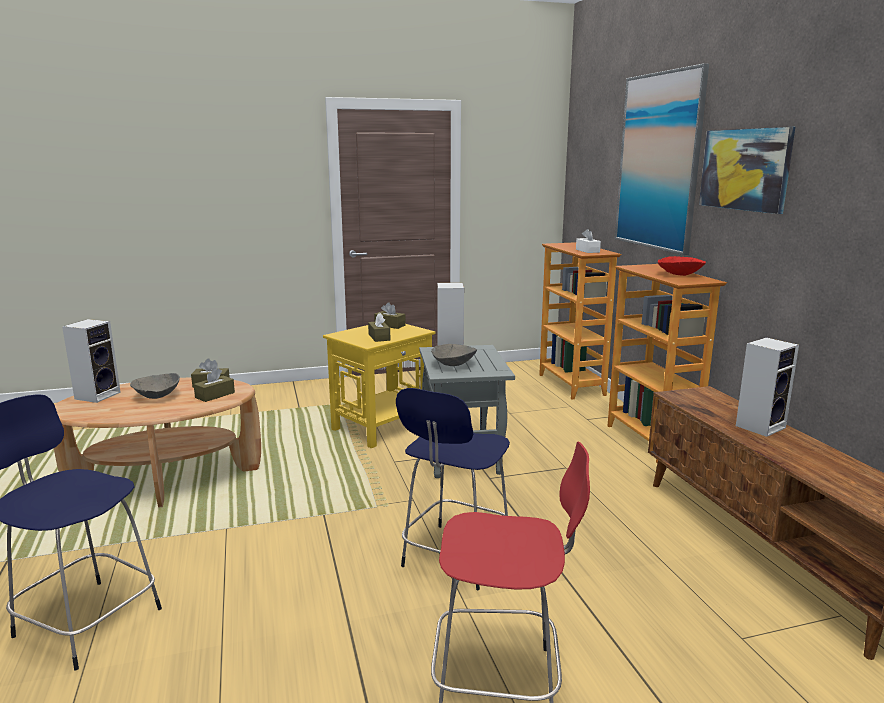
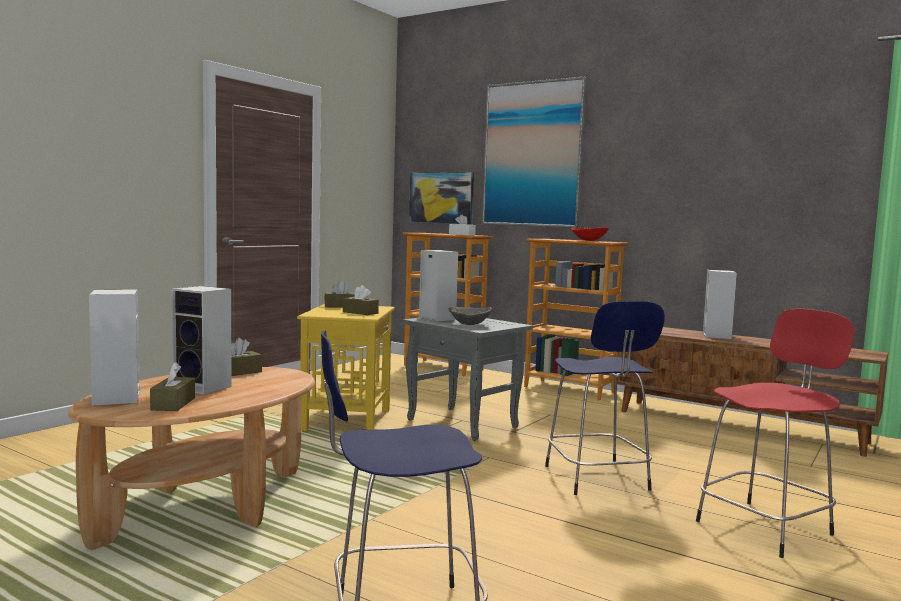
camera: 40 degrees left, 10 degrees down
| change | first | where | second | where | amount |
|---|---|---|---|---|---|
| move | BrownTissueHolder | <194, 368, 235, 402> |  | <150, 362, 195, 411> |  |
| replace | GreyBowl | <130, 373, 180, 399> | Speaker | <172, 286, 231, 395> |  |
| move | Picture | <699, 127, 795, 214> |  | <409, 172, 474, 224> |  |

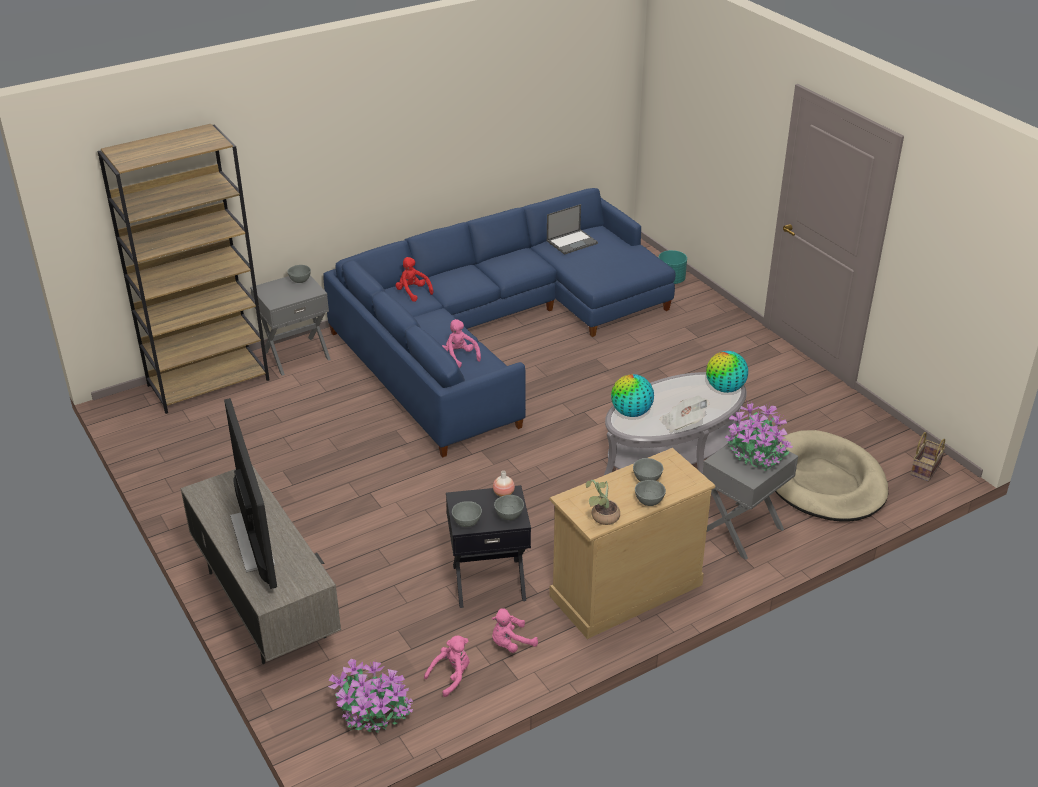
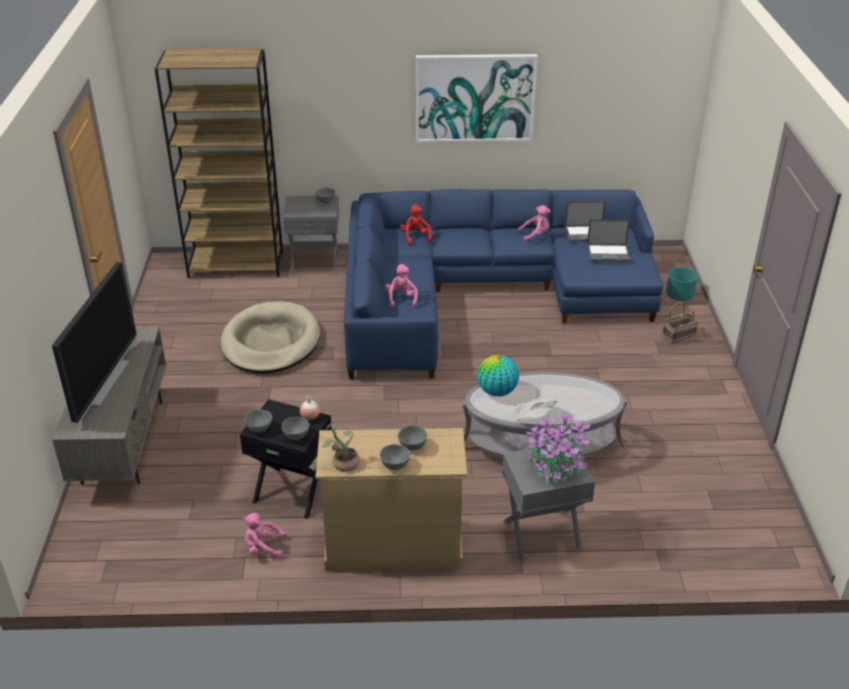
camera: 30 degrees right, 0 degrees up
| change | first | where | second | where | amount |
|---|---|---|---|---|---|
| move | BeigeColouredDogBed | <775, 430, 888, 522> |  | <221, 302, 320, 373> |  |
| insert |  |  | Picture | <416, 54, 538, 143> |  |
| move | PinkishCuddlyToy | <424, 636, 469, 697> |  | <518, 205, 551, 242> |  |
| insert |  |  | NotebookComputer | <587, 219, 631, 262> |  |
| move | Basket | <910, 432, 946, 482> |  | <662, 302, 699, 343> |  |
| delete | PlantInAPot | <328, 659, 413, 733> |  |  |  |
| delete | DeskGlobe | <706, 351, 748, 393> |  |  |  |

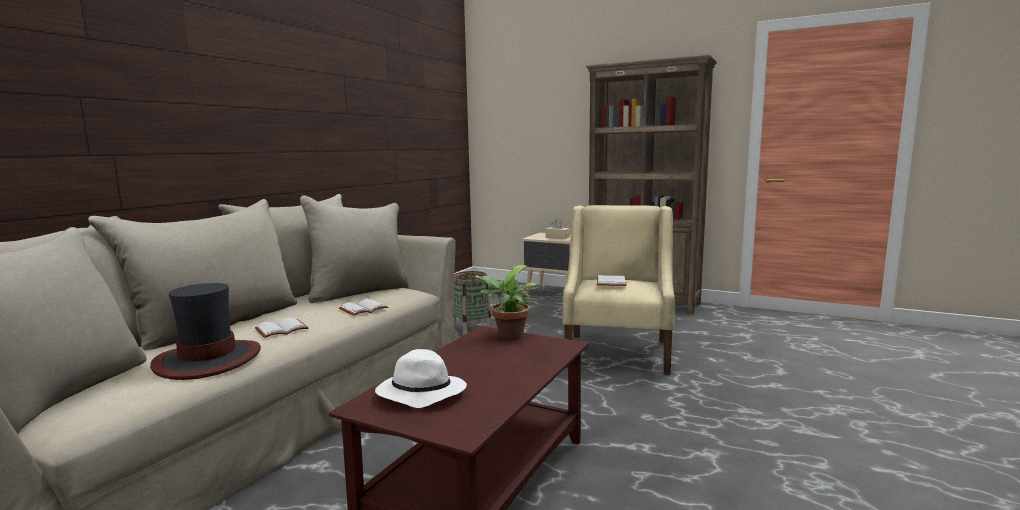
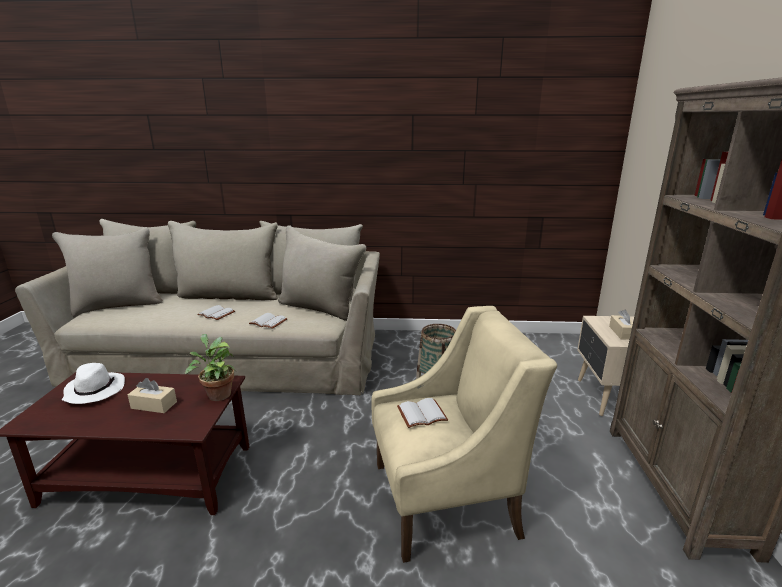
camera: 65 degrees right, 10 degrees up
| change | first | where | second | where | amount |
|---|---|---|---|---|---|
| insert |  |  | BeigeColouredTissueHolder | <128, 378, 177, 413> |  |
| delete | Hat | <150, 283, 261, 380> |  |  |  |

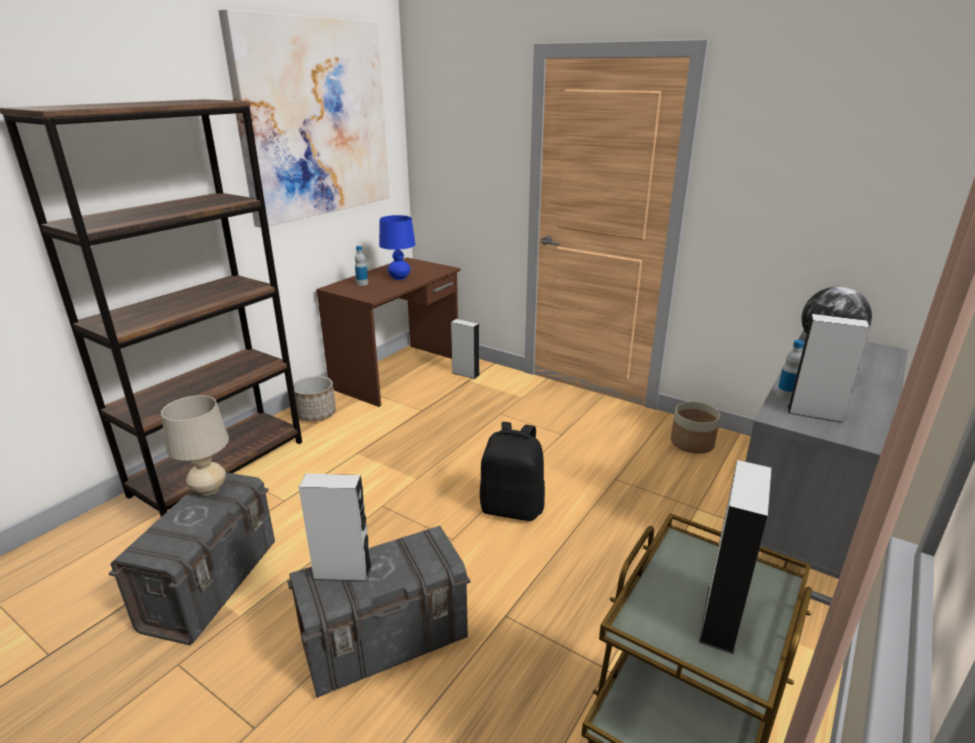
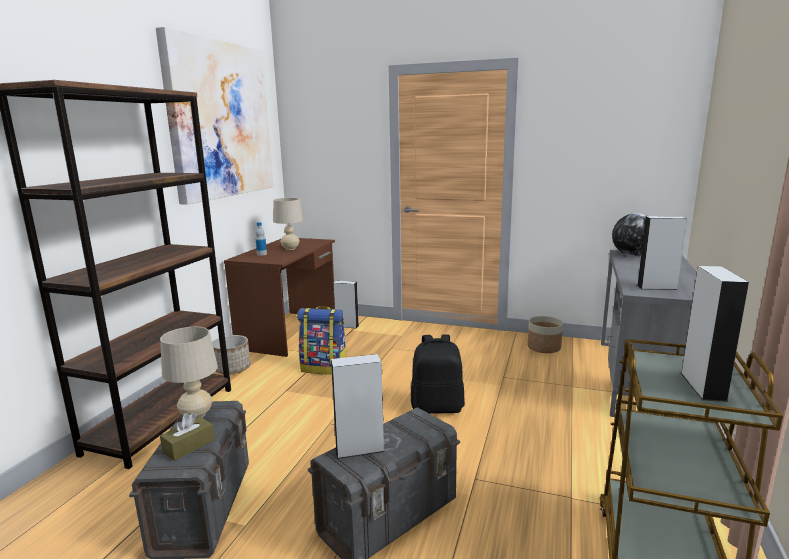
camera: 15 degrees left, 10 degrees down
| change | first | where | second | where | amount |
|---|---|---|---|---|---|
| insert |  |  | BrownTissueHolder | <160, 413, 215, 461> |  |
| recolor | BluishTableLamp | <379, 215, 415, 280> | BeigeColouredTableLamp | <273, 198, 303, 250> |  |
| insert |  |  | Backpack | <297, 306, 346, 375> |  |
| delete | BeverageBottle | <776, 340, 804, 400> |  |  |  |

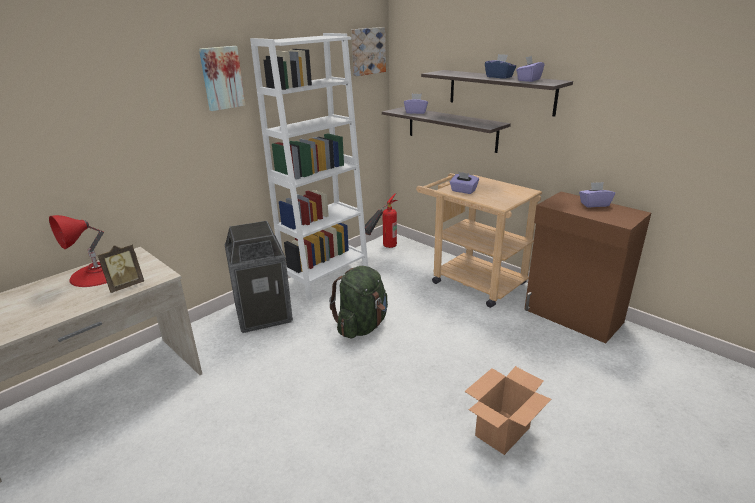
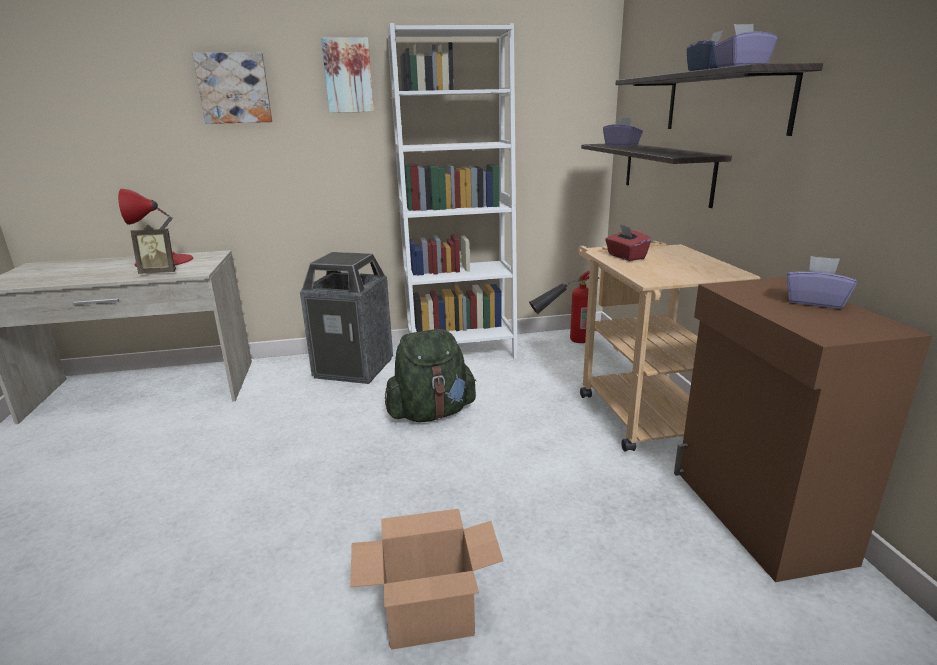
camera: 35 degrees right, 5 degrees down
| change | first | where | second | where | amount |
|---|---|---|---|---|---|
| move | Picture | <352, 27, 386, 76> |  | <192, 52, 272, 124> |  |
| recolor | PurpleTissueHolder | <450, 172, 479, 194> | RedColouredTissueHolder | <605, 224, 651, 261> |  |

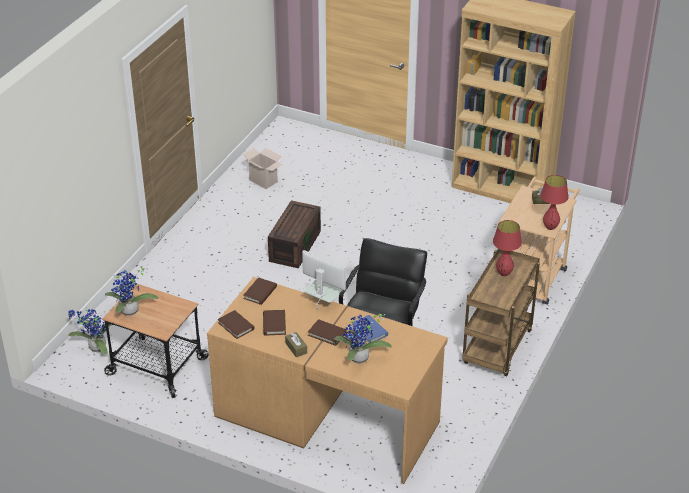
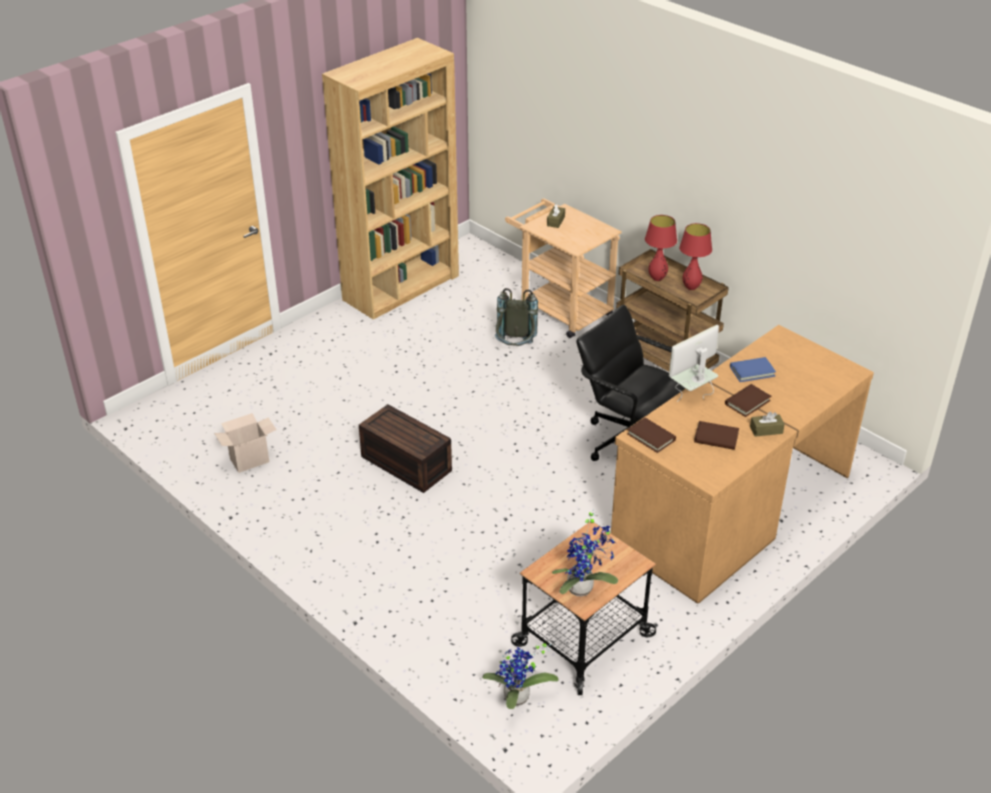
camera: 70 degrees left, 0 degrees up
| change | first | where | second | where | amount |
|---|---|---|---|---|---|
| insert |  |  | GreyBackpack | <495, 288, 538, 346> |  |
| move | RedColouredTableLamp | <540, 175, 568, 230> |  | <679, 223, 712, 290> |  |
| delete | BrownVolume | <218, 310, 255, 339> |  |  |  |
| delete | PlantInAPot | <334, 314, 392, 364> |  |  |  |

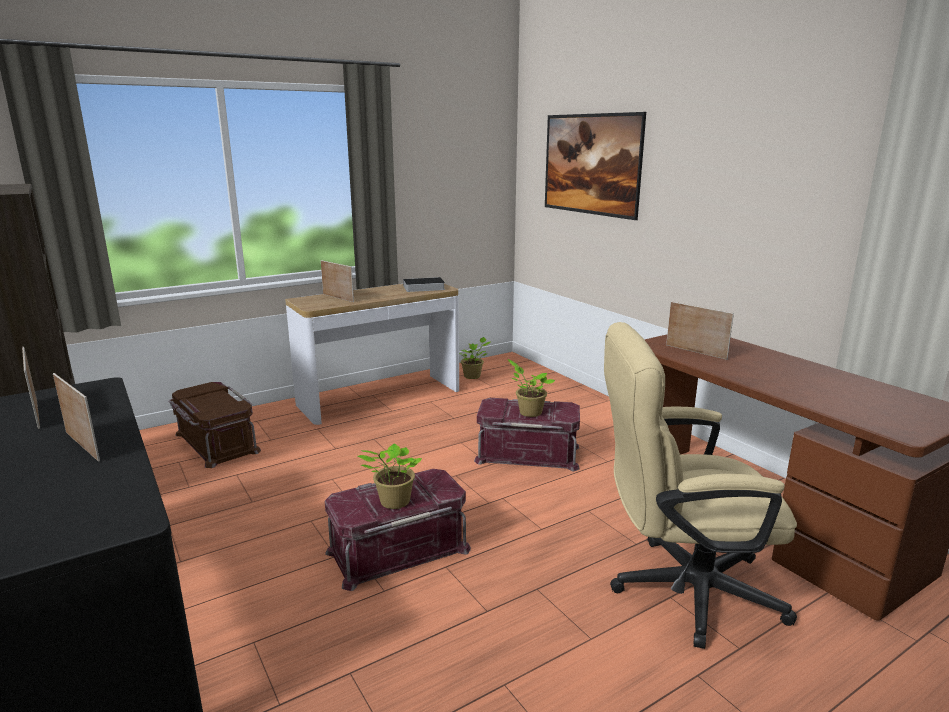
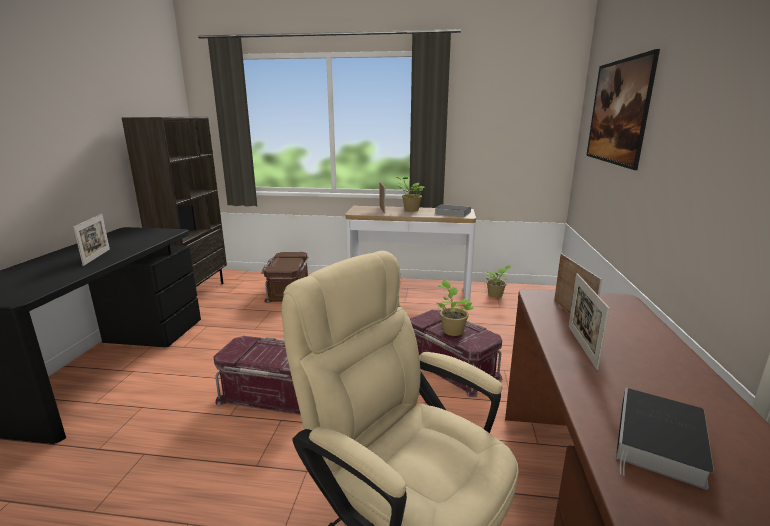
camera: 40 degrees right, 0 degrees up
| change | first | where | second | where | amount |
|---|---|---|---|---|---|
| move | PlantInAPot | <358, 444, 422, 509> |  | <395, 176, 424, 211> |  |
| move | StandingFrame | <22, 347, 40, 429> |  | <568, 273, 610, 370> |  |
| insert |  |  | Volume | <616, 388, 714, 490> |  |

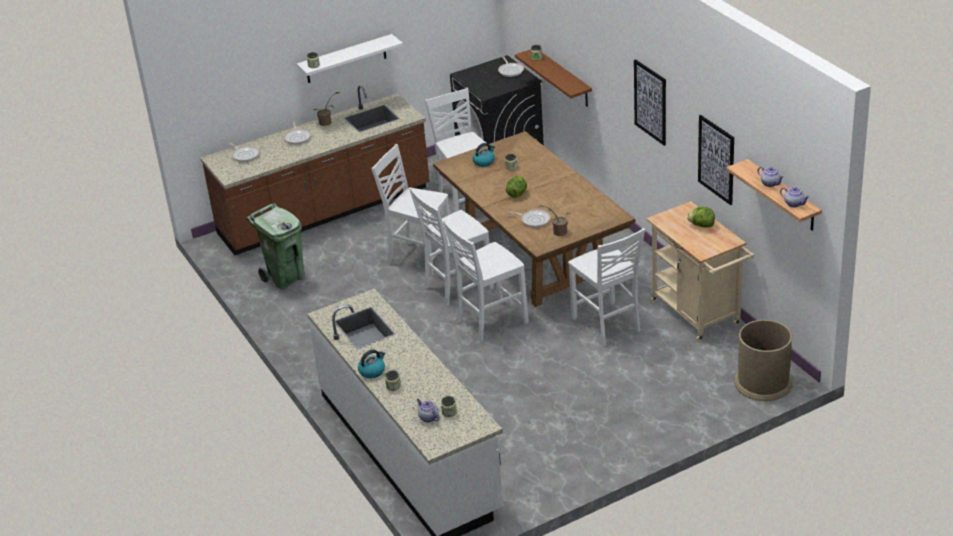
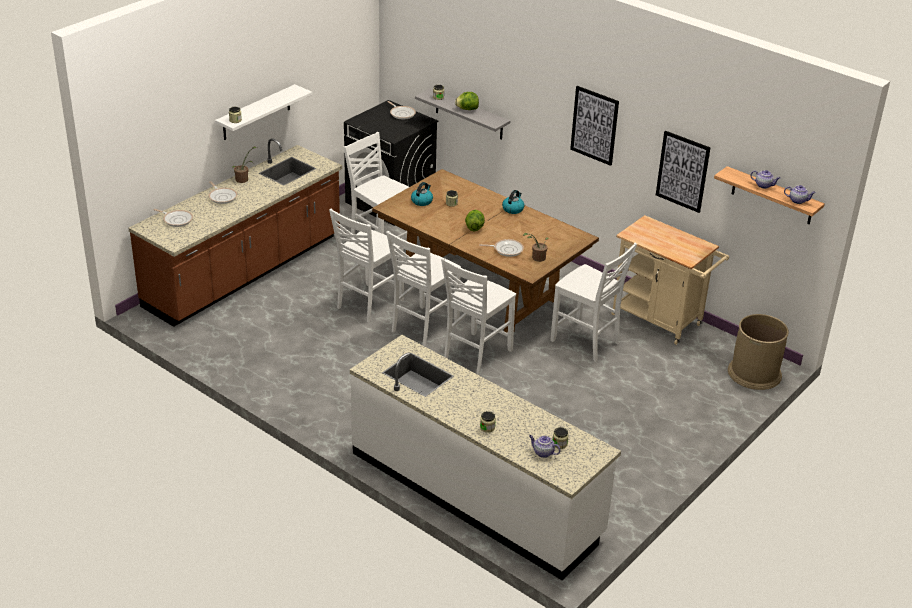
camera: 25 degrees left, 0 degrees up
| change | first | where | second | where | amount |
|---|---|---|---|---|---|
| rotate | WhiteColouredChair | <371, 144, 452, 276> |  | <329, 209, 404, 322> | 60 degrees counterclockwise |
| recolor | BrownShelf | <515, 49, 592, 107> | GreyShelf | <415, 89, 510, 140> |  |
| move | LettuceHead | <687, 207, 715, 227> |  | <455, 92, 479, 110> |  |
| move | WaterKettle | <358, 350, 385, 379> |  | <502, 190, 525, 214> |  |
| delete | GreenColouredTrashCan | <246, 203, 306, 290> |  |  |  |

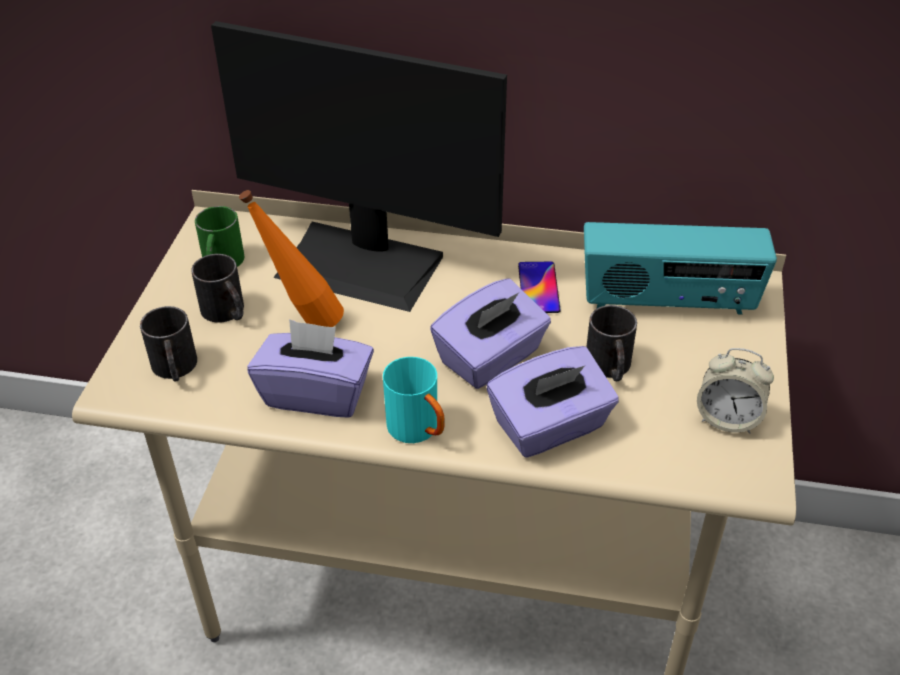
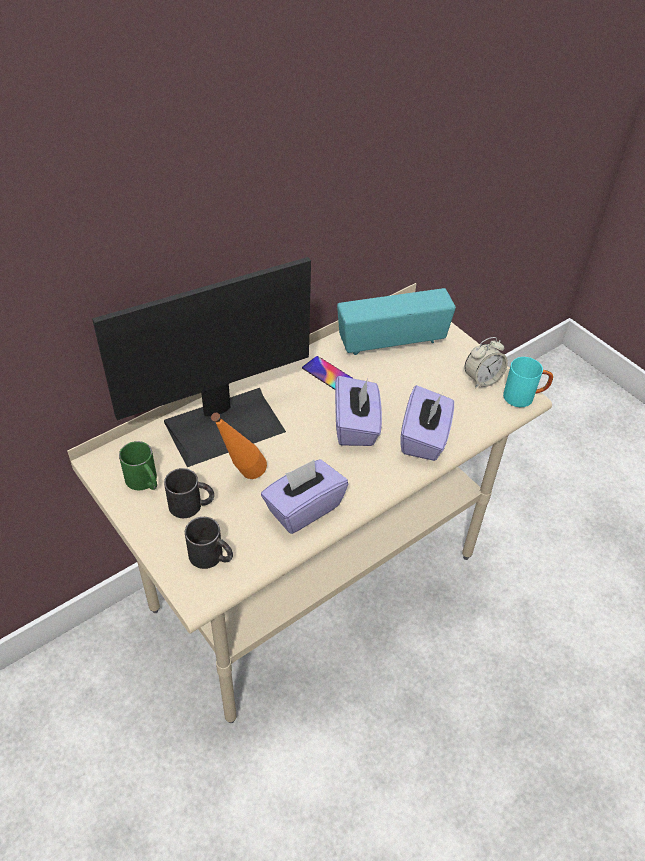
camera: 50 degrees left, 5 degrees up
| change | first | where | second | where | amount |
|---|---|---|---|---|---|
| rotate | Radio | <584, 222, 777, 315> |  | <337, 288, 456, 355> | 150 degrees counterclockwise |
| move | BlueGreenTeaMug | <383, 357, 444, 443> |  | <503, 357, 553, 407> |  |
| delete | BlackTeaMug | <586, 305, 637, 381> |  |  |  |

